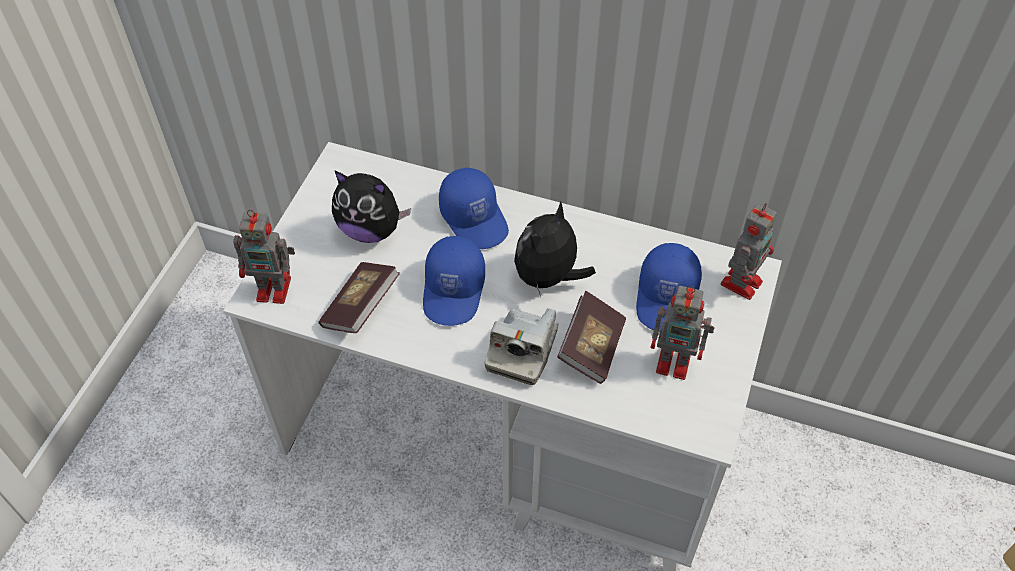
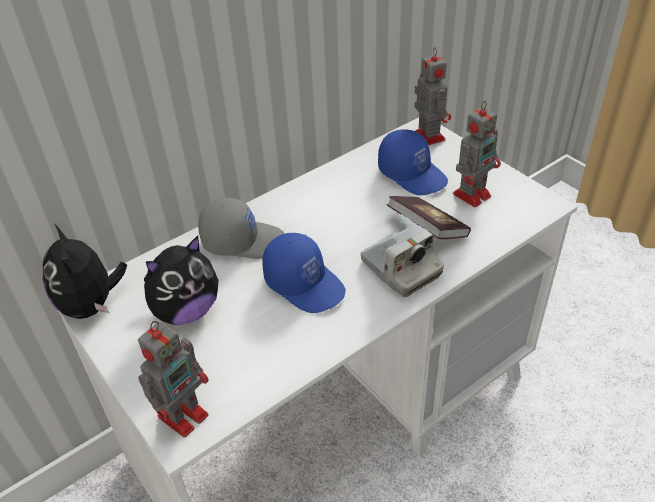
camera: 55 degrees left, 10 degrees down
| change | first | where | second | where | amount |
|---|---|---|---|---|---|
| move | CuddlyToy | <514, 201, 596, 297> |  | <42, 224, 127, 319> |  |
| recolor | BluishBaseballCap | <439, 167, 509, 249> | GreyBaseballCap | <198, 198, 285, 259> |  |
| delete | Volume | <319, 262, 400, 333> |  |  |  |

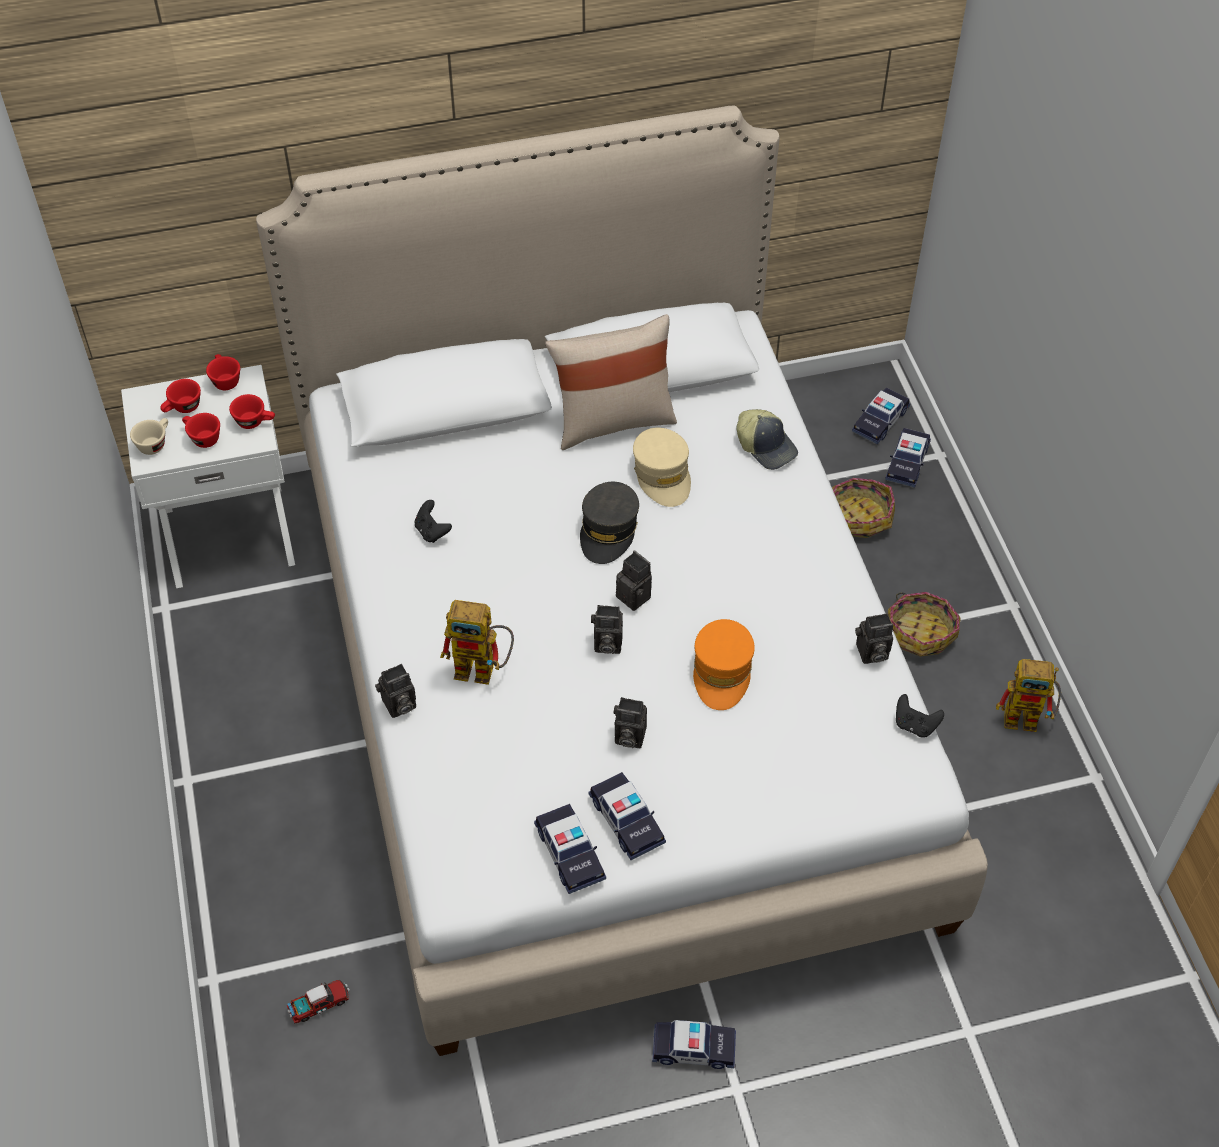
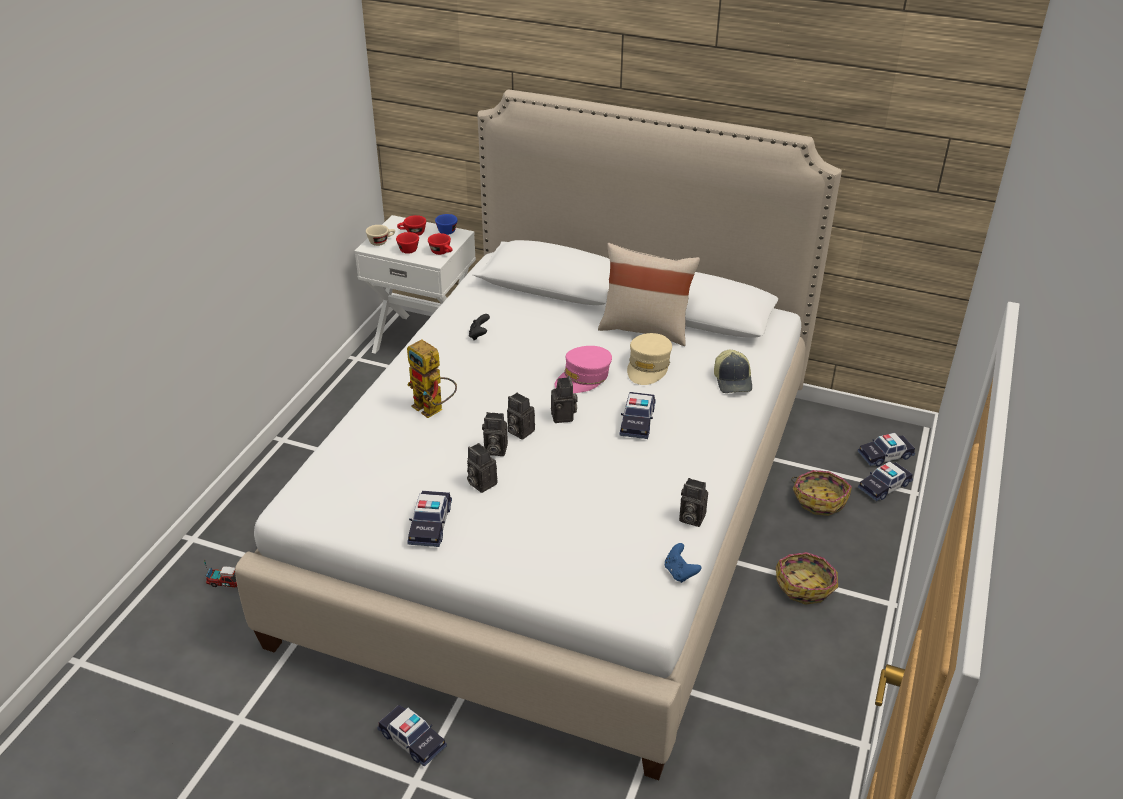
camera: 35 degrees right, 15 degrees down
| change | first | where | second | where | amount |
|---|---|---|---|---|---|
| recolor | RedColouredDrinkingCup | <206, 354, 240, 390> | BluishDrinkingCup | <435, 214, 458, 235> |  |
| move | StillCamera | <375, 664, 416, 718> |  | <482, 412, 508, 456> |  |
| recolor | GreyBaseballCap | <580, 482, 639, 564> | PinkishBaseballCap | <555, 346, 612, 393> |  |
| move | MiniatureCar | <534, 804, 606, 894> |  | <619, 392, 656, 439> |  |
| recolor | BlackGamepad | <896, 694, 944, 738> | BluishGamepad | <665, 543, 701, 583> |  |
| delete | OrangeBaseballCap | <693, 619, 755, 710> |  |  |  |
| delete | ModelRobot | <996, 659, 1061, 732> |  |  |  |

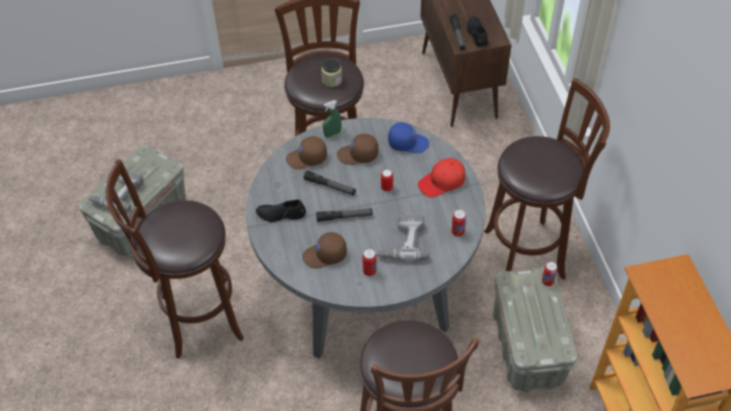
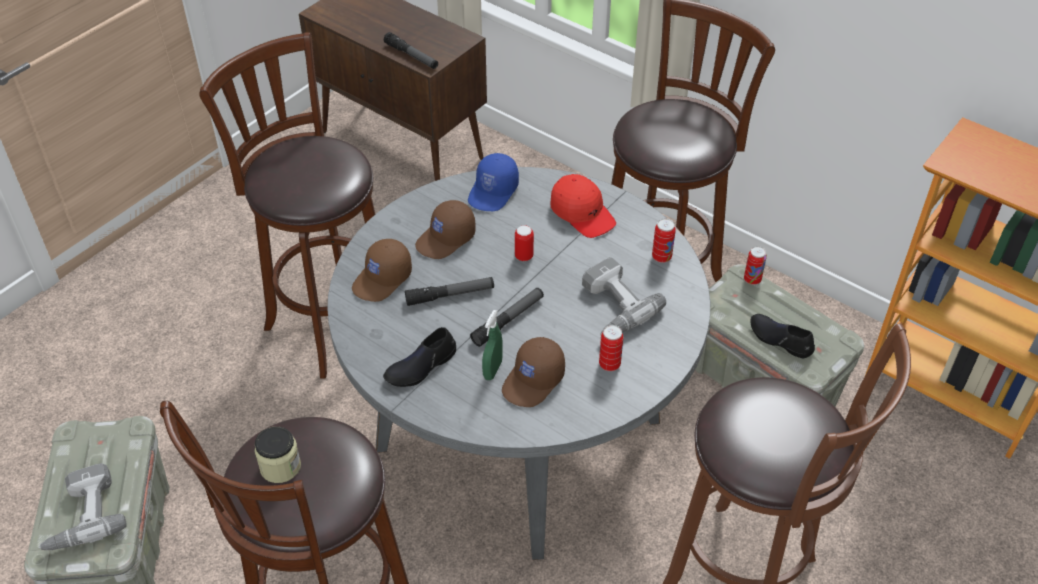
camera: 40 degrees left, 5 degrees down
| change | first | where | second | where | amount |
|---|---|---|---|---|---|
| move | StorageJar | <321, 59, 342, 87> |  | <255, 427, 301, 483> |  |
| rotate | BluishBaseballCap | <388, 122, 429, 153> |  | <468, 153, 519, 211> | 150 degrees clockwise |
| move | GreenColouredSprayer | <323, 100, 341, 137> |  | <482, 310, 503, 380> |  |
| rotate | RedColouredBaseballCap | <418, 158, 465, 198> |  | <550, 174, 616, 238> | 60 degrees counterclockwise |
| move | BlackShoe | <467, 16, 488, 47> |  | <751, 314, 815, 358> |  |

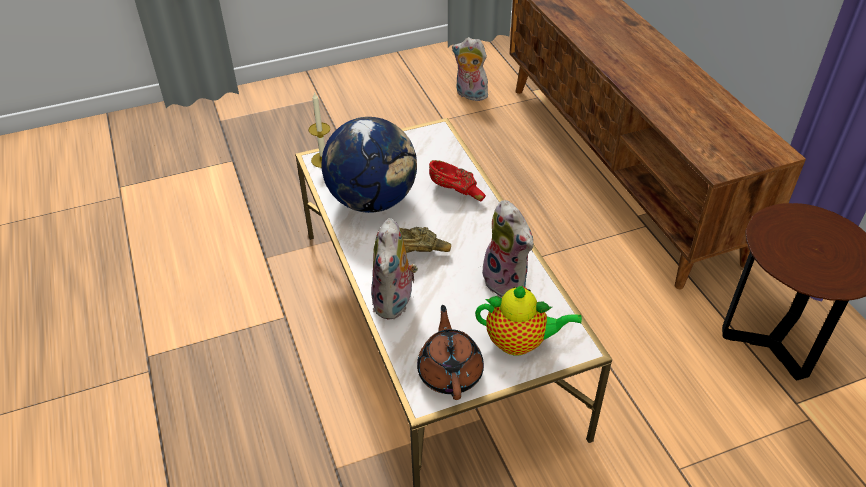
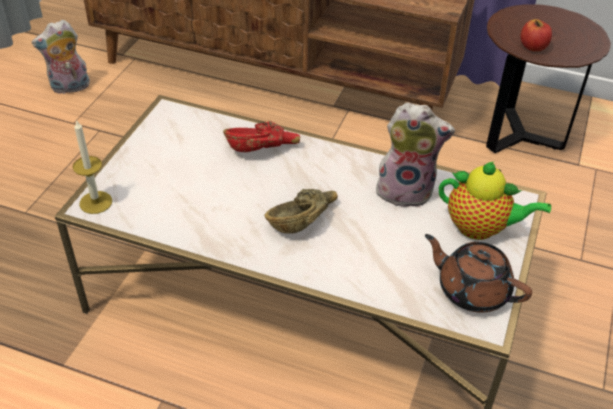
camera: 50 degrees left, 0 degrees up
| change | first | where | second | where | amount |
|---|---|---|---|---|---|
| rotate | Teapot | <475, 286, 582, 355> |  | <439, 162, 551, 240> | 60 degrees clockwise |
| insert |  |  | WholeApple | <521, 19, 552, 52> |  |
| delete | DeskGlobe | <321, 117, 417, 213> |  |  |  |
| delete | CuddlyToy | <371, 218, 418, 319> |  |  |  |

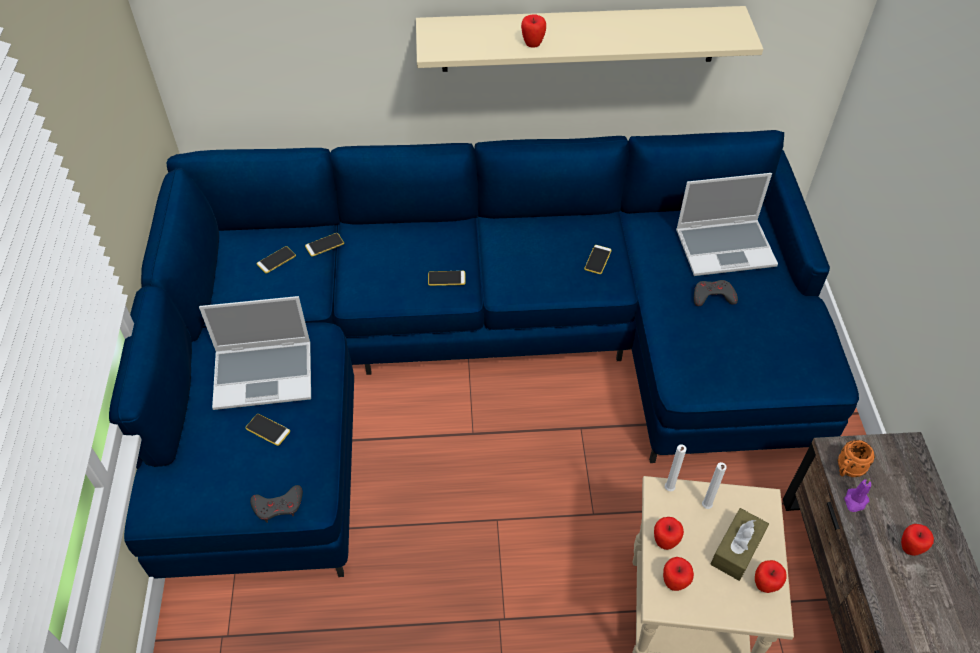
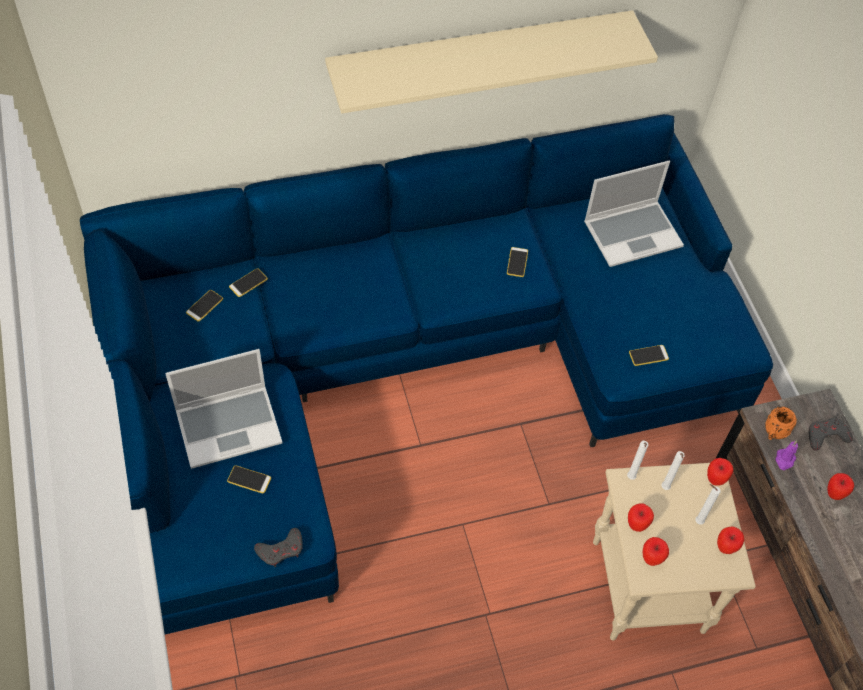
camera: 15 degrees left, 5 degrees up
| change | first | where | second | where | amount |
|---|---|---|---|---|---|
| move | Phone | <428, 271, 466, 286> |  | <629, 345, 669, 366> |  |
| replace | BrownTissueHolder | <711, 508, 769, 581> | WhiteColouredWaxCandle | <695, 484, 721, 525> |  |
| move | WholeApple | <521, 14, 546, 48> |  | <707, 458, 733, 486> |  |
| move | GreyGamepad | <694, 280, 738, 306> |  | <809, 418, 853, 451> |  |

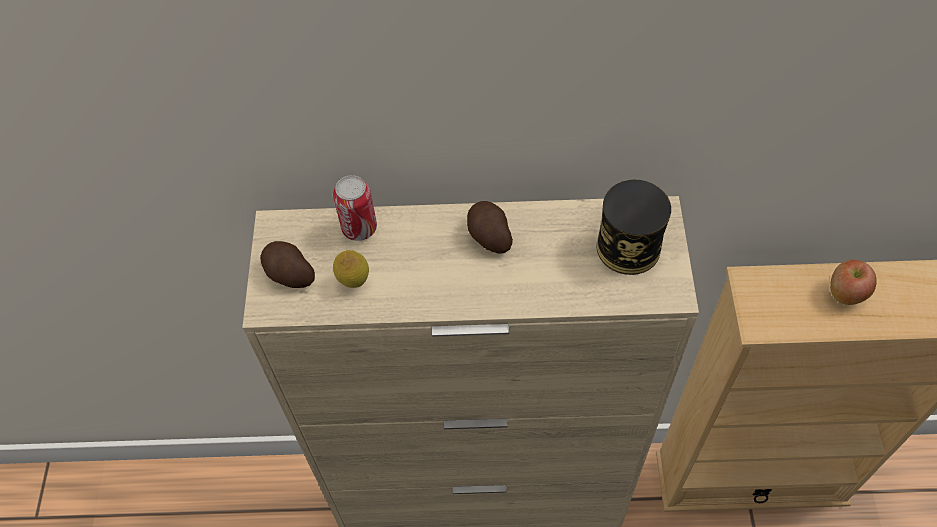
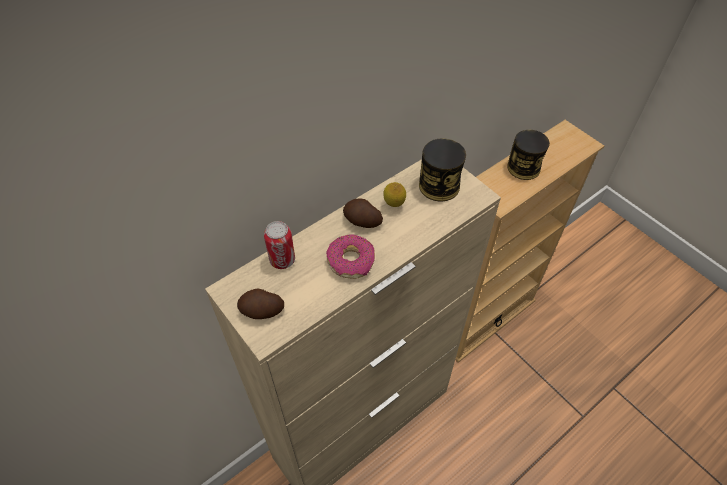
camera: 40 degrees left, 5 degrees down
| change | first | where | second | where | amount |
|---|---|---|---|---|---|
| insert |  |  | RingDoughnut | <326, 235, 375, 279> |  |
| move | CitrusFruit | <333, 250, 369, 288> |  | <383, 182, 406, 207> |  |
| replace | WholeApple | <830, 260, 877, 305> | MetalCan | <507, 130, 550, 180> |  |

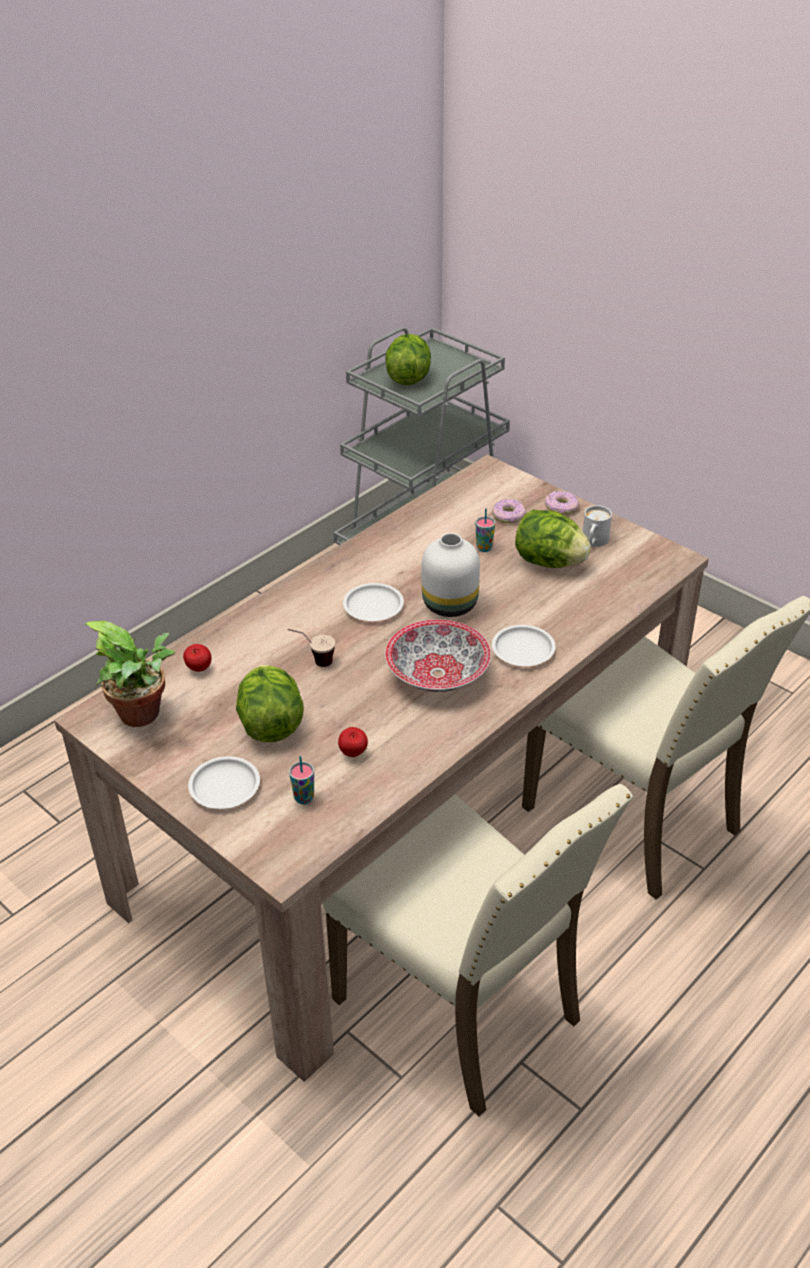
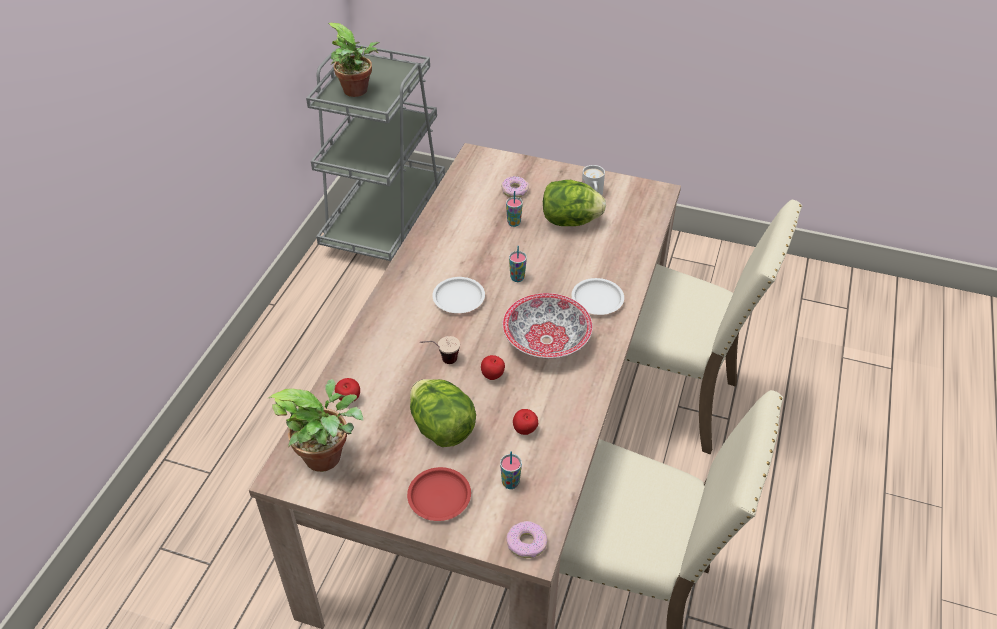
camera: 25 degrees left, 5 degrees up
| change | first | where | second | where | amount |
|---|---|---|---|---|---|
| replace | LettuceHead | <385, 334, 431, 385> | PlantInAPot | <328, 23, 379, 97> |  |
| recolor | WhiteColouredFlatDish | <188, 756, 260, 809> | RedColouredFlatDish | <407, 467, 471, 521> |  |
| insert |  |  | WholeApple | <481, 355, 505, 380> |  |
| move | RingDoughnut | <545, 491, 579, 515> |  | <506, 521, 547, 558> |  |
| replace | WhiteColouredDecorativeVase | <421, 533, 480, 617> | DrinkingCup | <509, 246, 527, 282> |  |

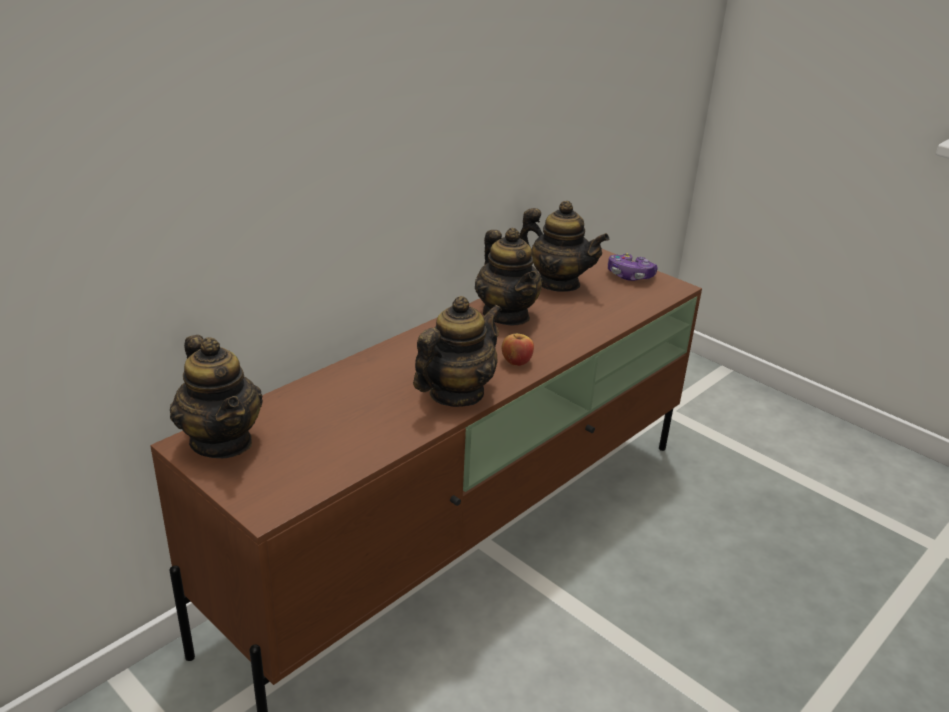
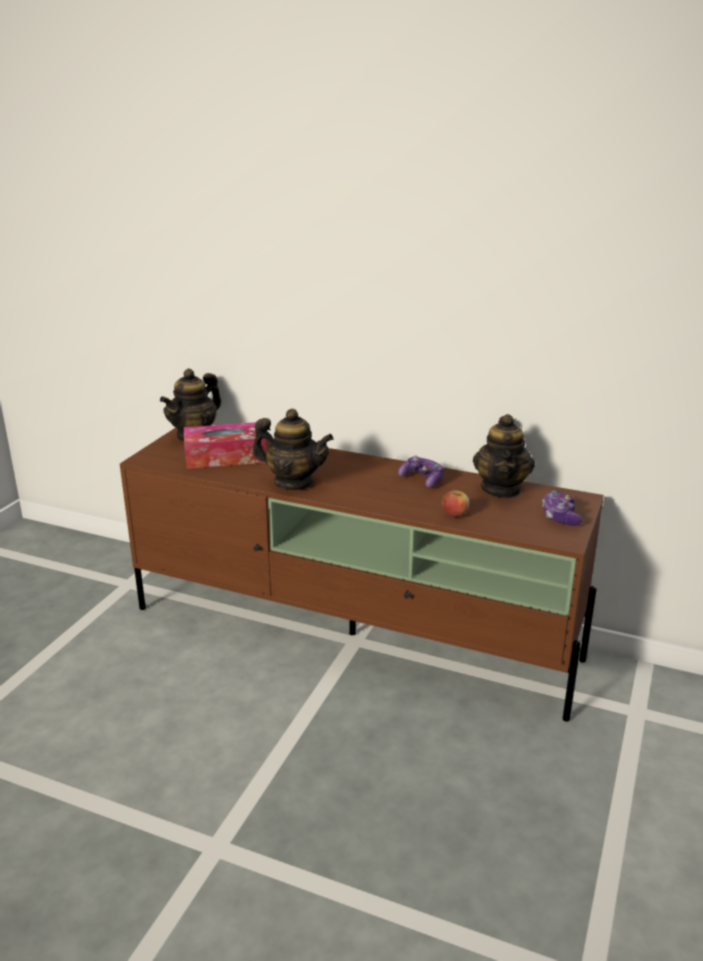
camera: 70 degrees right, 5 degrees down
| change | first | where | second | where | amount |
|---|---|---|---|---|---|
| insert |  |  | TissueHolder | <184, 422, 266, 469> |  |
| replace | Teapot | <475, 228, 542, 325> | Gamepad | <398, 455, 444, 488> |  |
| move | WholeApple | <502, 334, 534, 366> |  | <442, 488, 469, 517> |  |

